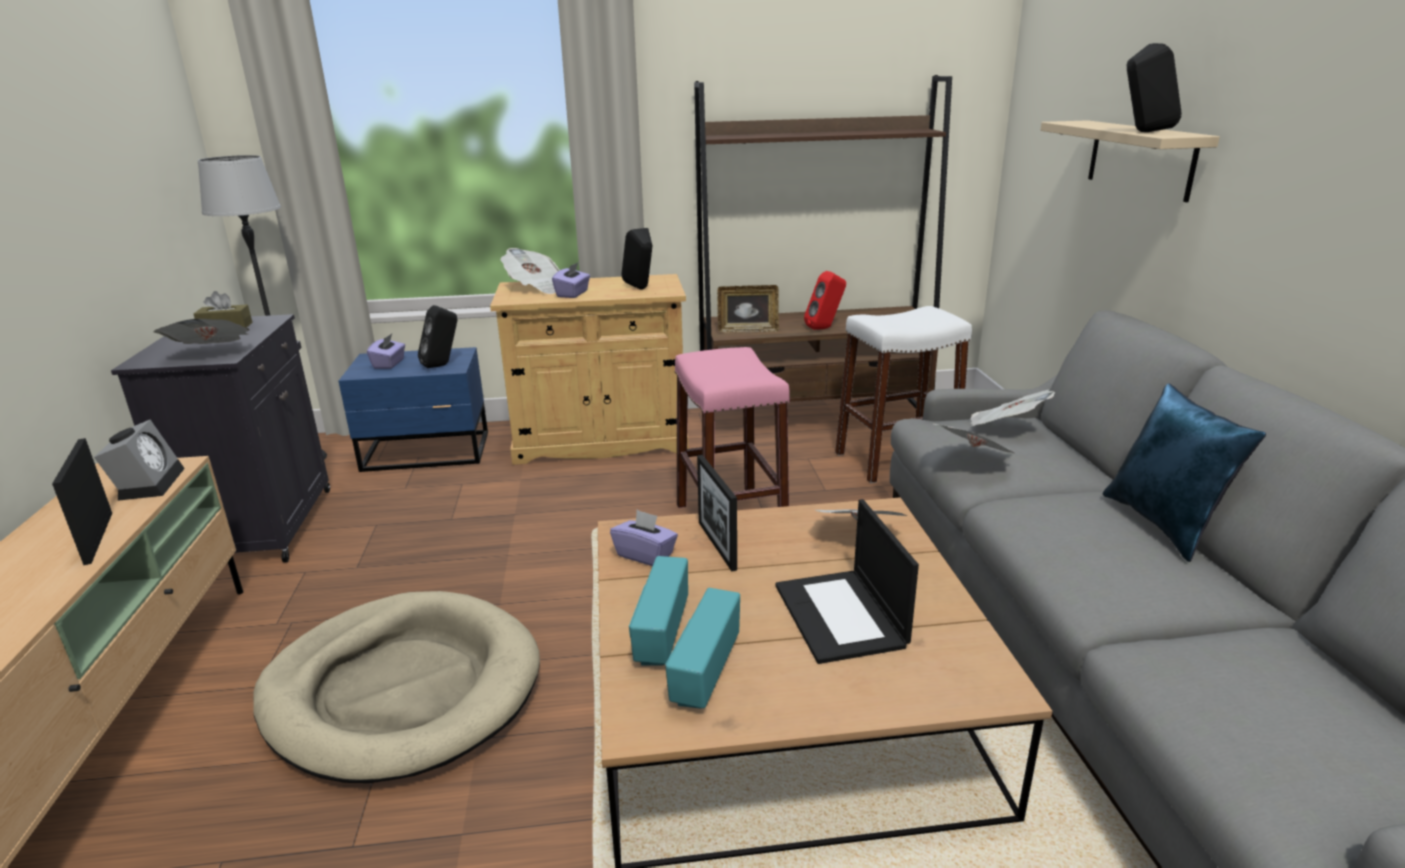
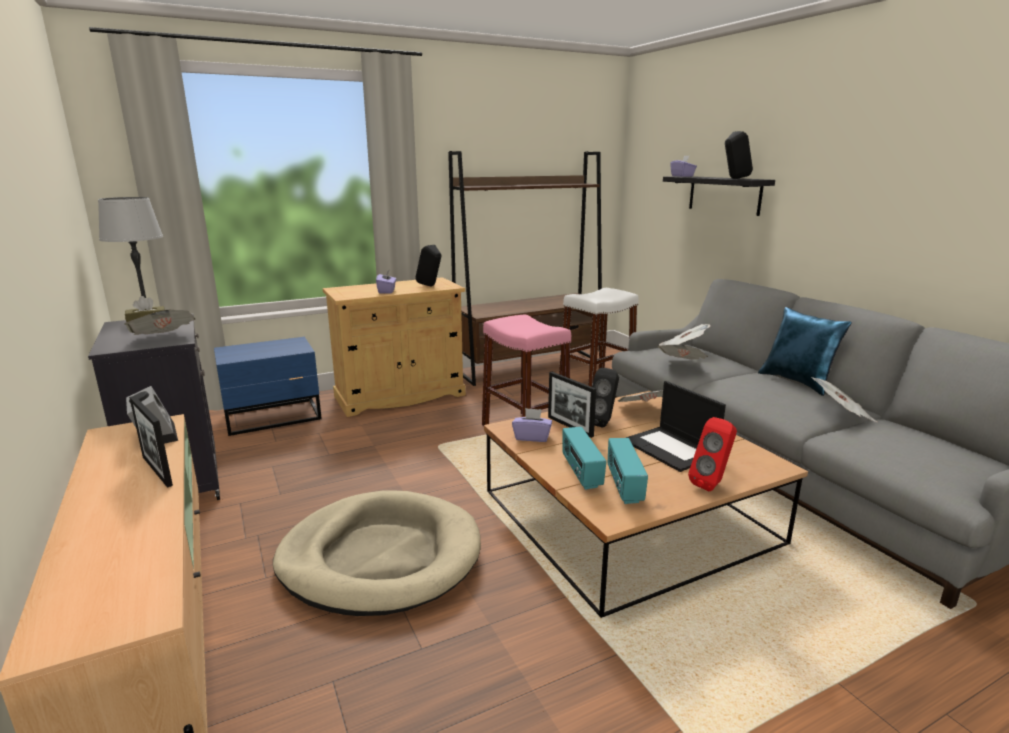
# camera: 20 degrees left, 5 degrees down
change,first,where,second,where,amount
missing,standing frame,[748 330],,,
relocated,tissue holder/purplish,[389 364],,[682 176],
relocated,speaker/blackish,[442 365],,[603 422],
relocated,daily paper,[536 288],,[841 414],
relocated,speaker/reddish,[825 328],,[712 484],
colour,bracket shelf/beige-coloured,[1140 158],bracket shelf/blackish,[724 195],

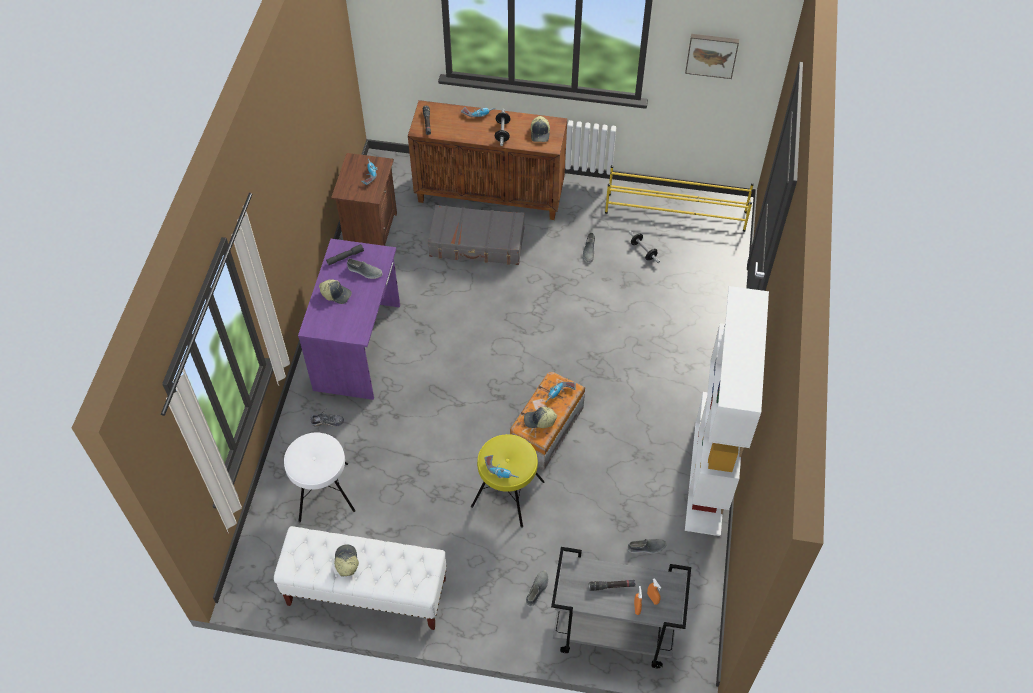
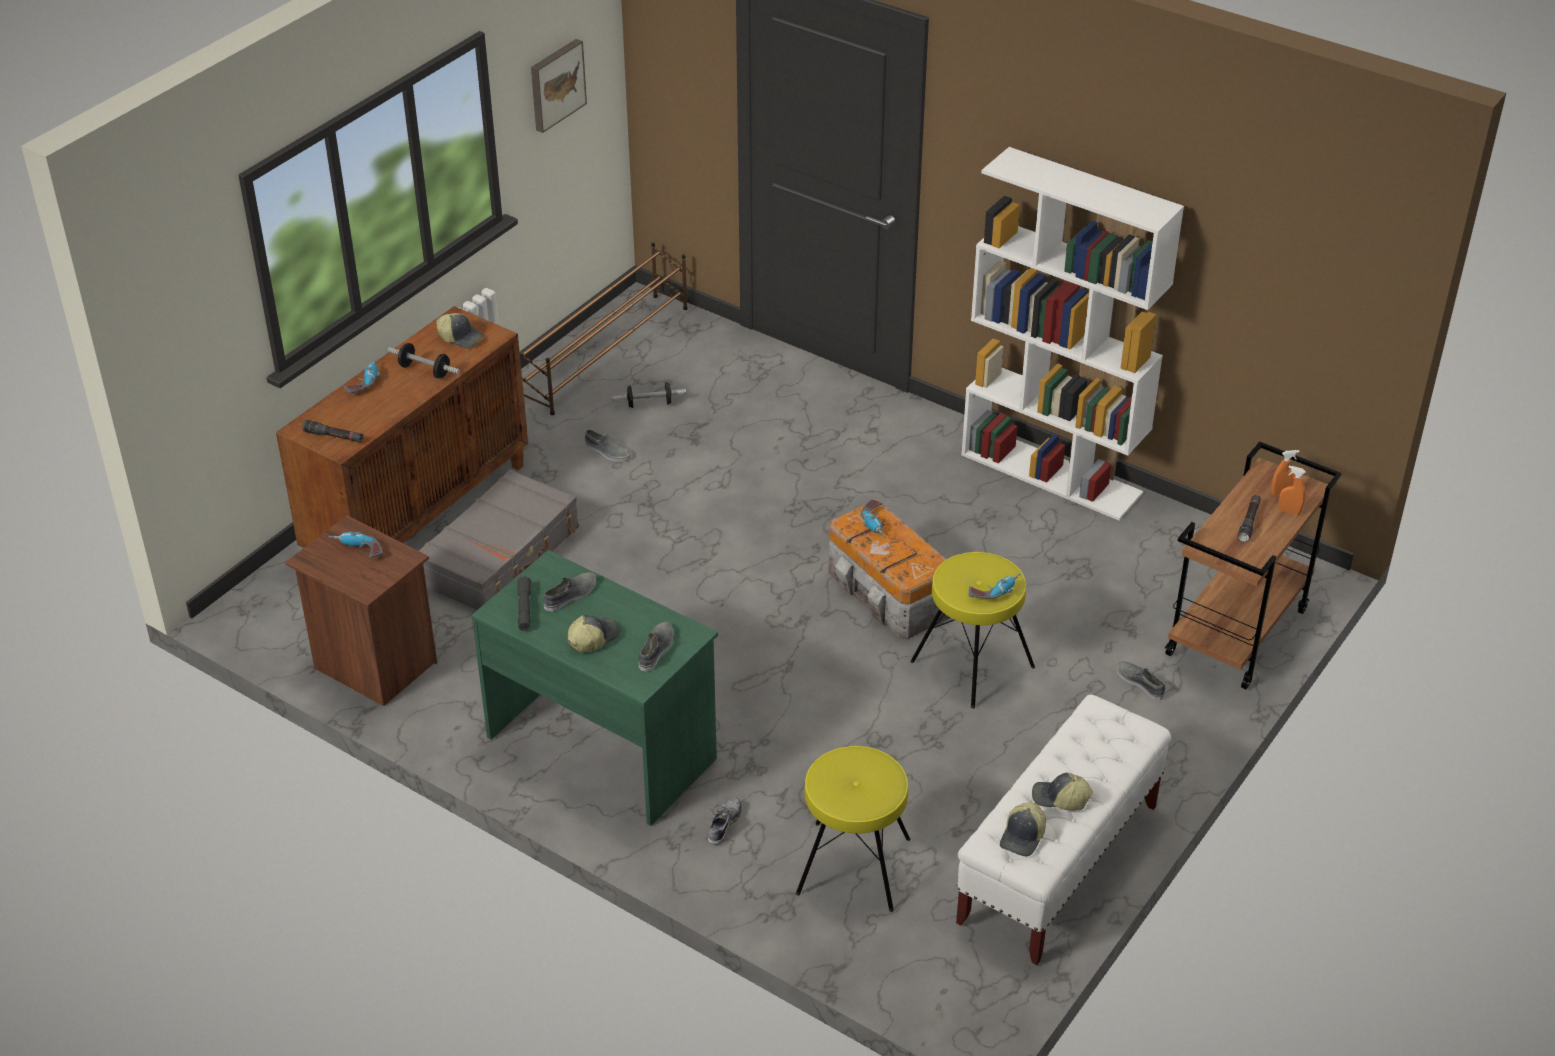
# camera: 65 degrees left, 15 degrees down
change,first,where,second,where,amount
relocated,peaked cap,[539 421],,[1023 837],
relocated,low shoe/gray,[647 547],,[656 649],
colour,stool/white-coloured,[324 492],stool/yellow,[854 865],
colour,desk/purplish,[359 346],desk/green-coloured,[602 746],
colour,trolley/gray,[612 632],trolley/brown-coloured,[1237 634],
colour,shoe rack/yellow,[676 212],shoe rack/brown-coloured,[607 353],

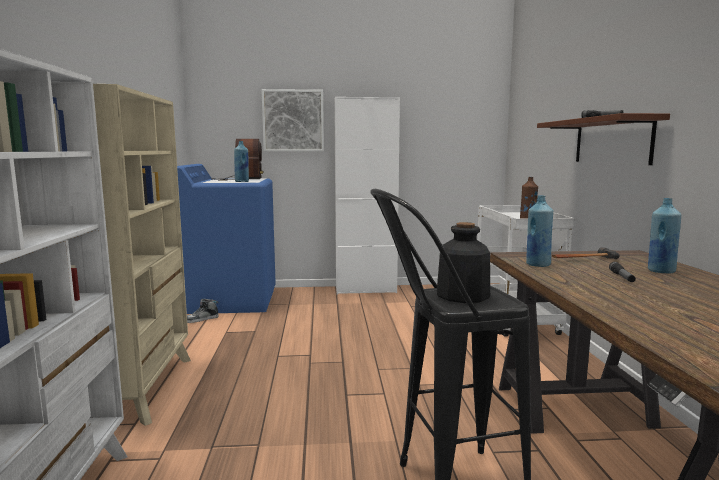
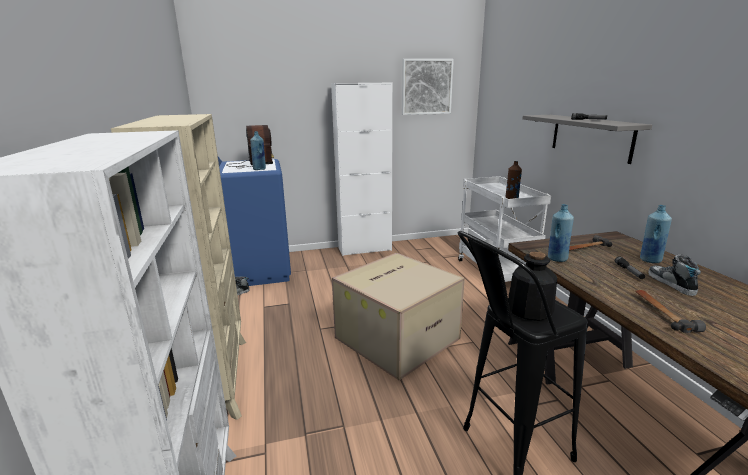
# camera: 10 degrees left, 10 degrees up
change,first,where,second,where,amount
appeared,,,cardboard box,[397 337],
appeared,,,hand hammer,[662 313],
appeared,,,low shoe,[671 283],
relocated,wall art,[293 121],,[426 87],
colour,bracket shelf/brown-coloured,[611 141],bracket shelf/gray,[590 137],

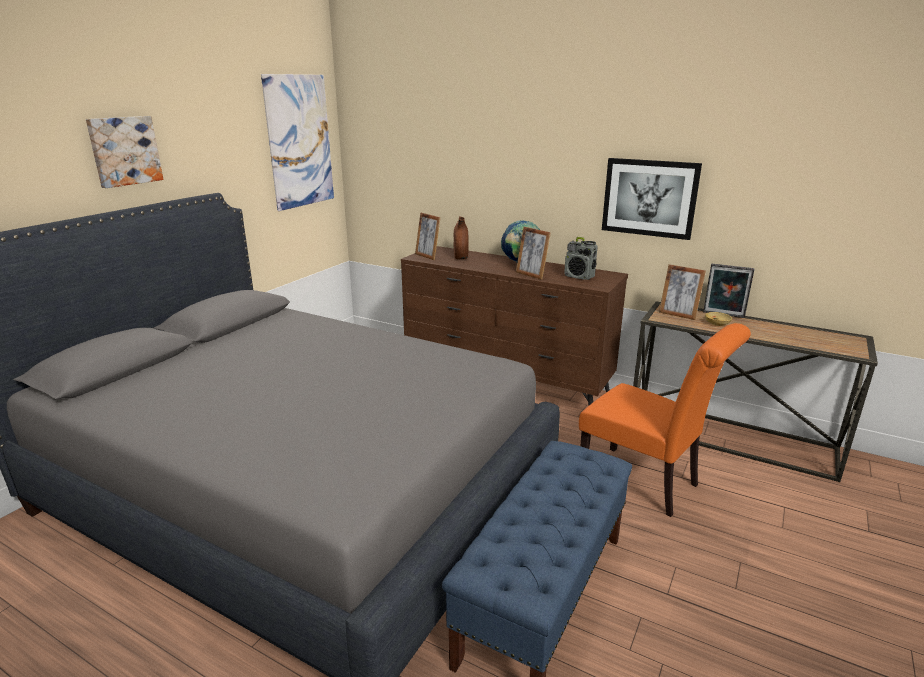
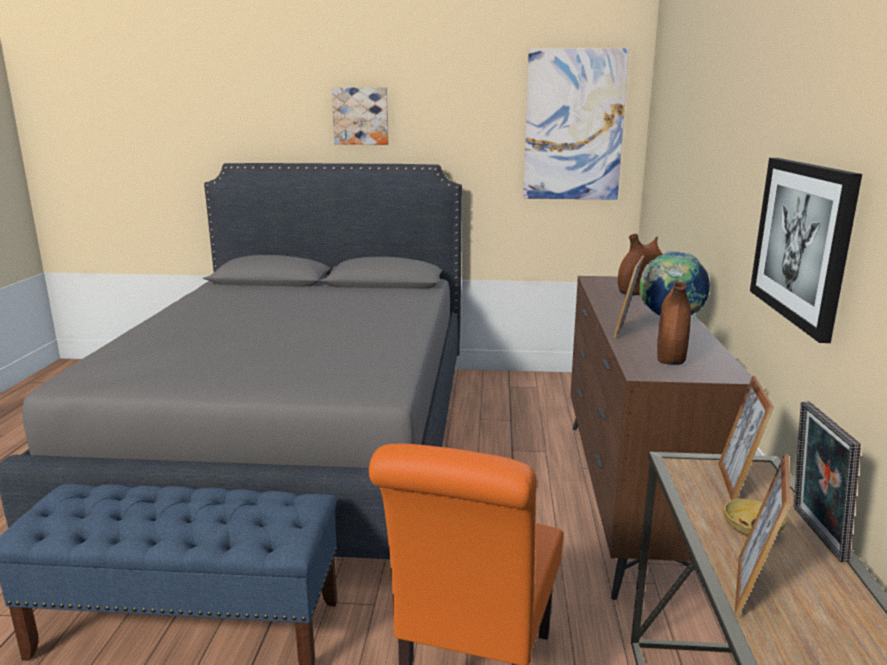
# camera: 65 degrees right, 5 degrees down
change,first,where,second,where,amount
relocated,standing frame,[427 256],,[752 589],
exchanged,radio set,[579 277],decorative vase/brown-coloured,[670 355],

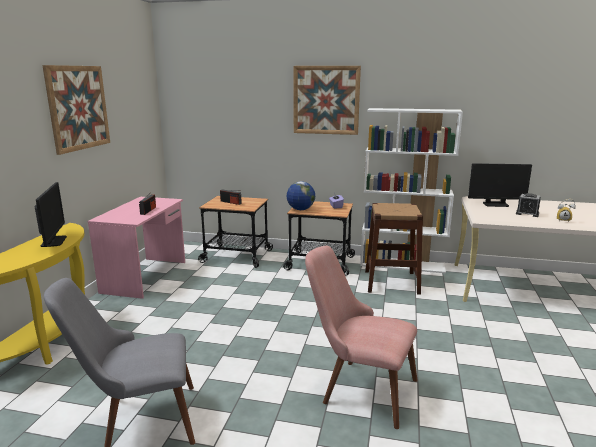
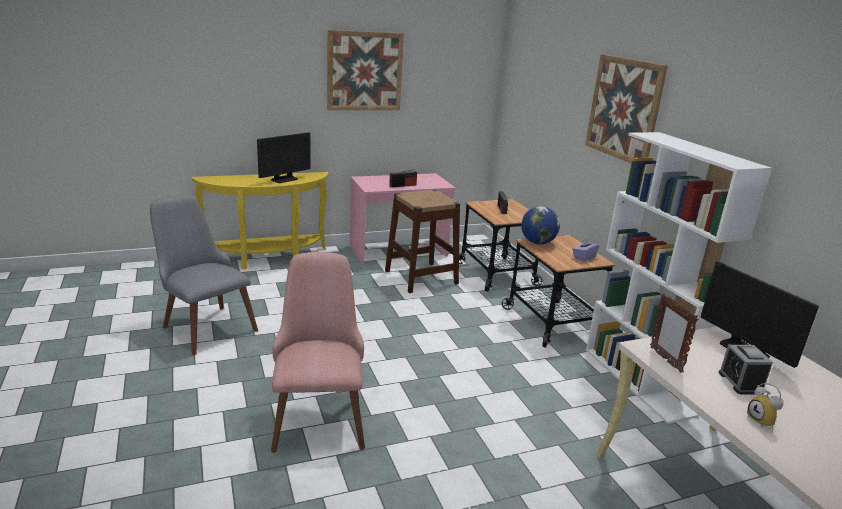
# camera: 55 degrees right, 5 degrees up
change,first,where,second,where,amount
appeared,,,standing frame,[665 360],
relocated,stool/brown-coloured,[391 282],,[421 277],

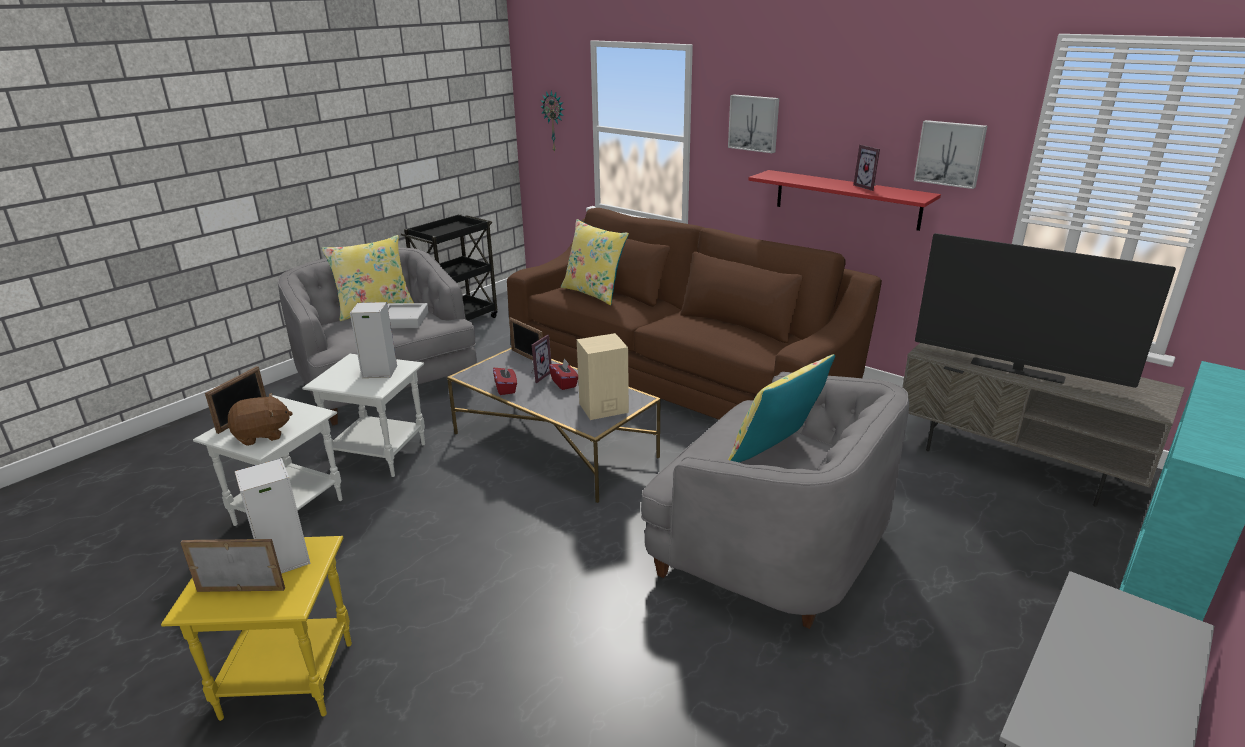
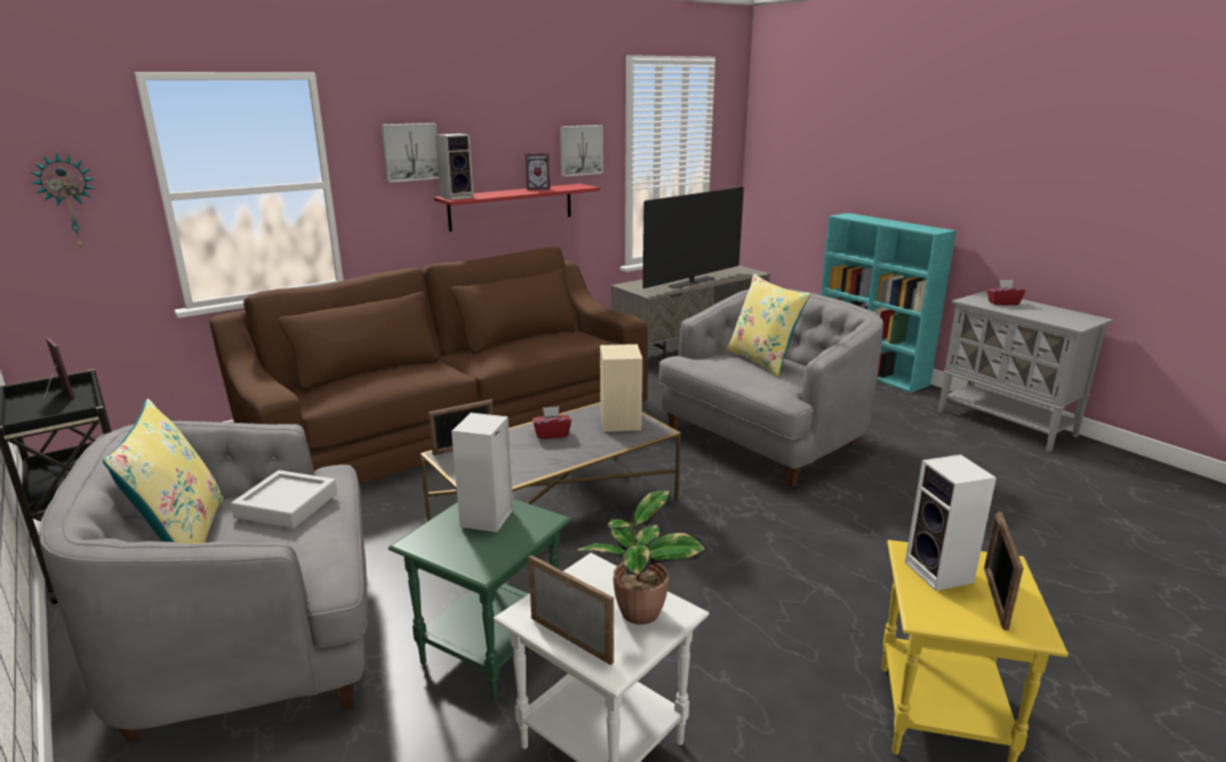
# camera: 75 degrees left, 5 degrees down
change,first,where,second,where,amount
missing,cushion/yellow,[594 293],,,
appeared,,,speaker,[457 197],
relocated,tissue holder/reddish,[506 388],,[1003 303],
relocated,standing frame,[538 376],,[57 395],
exchanged,cuddly toy/brown-coloured,[262 435],houseplant,[638 613],
colour,end table/white-coloured,[378 455],end table/green-coloured,[490 650],

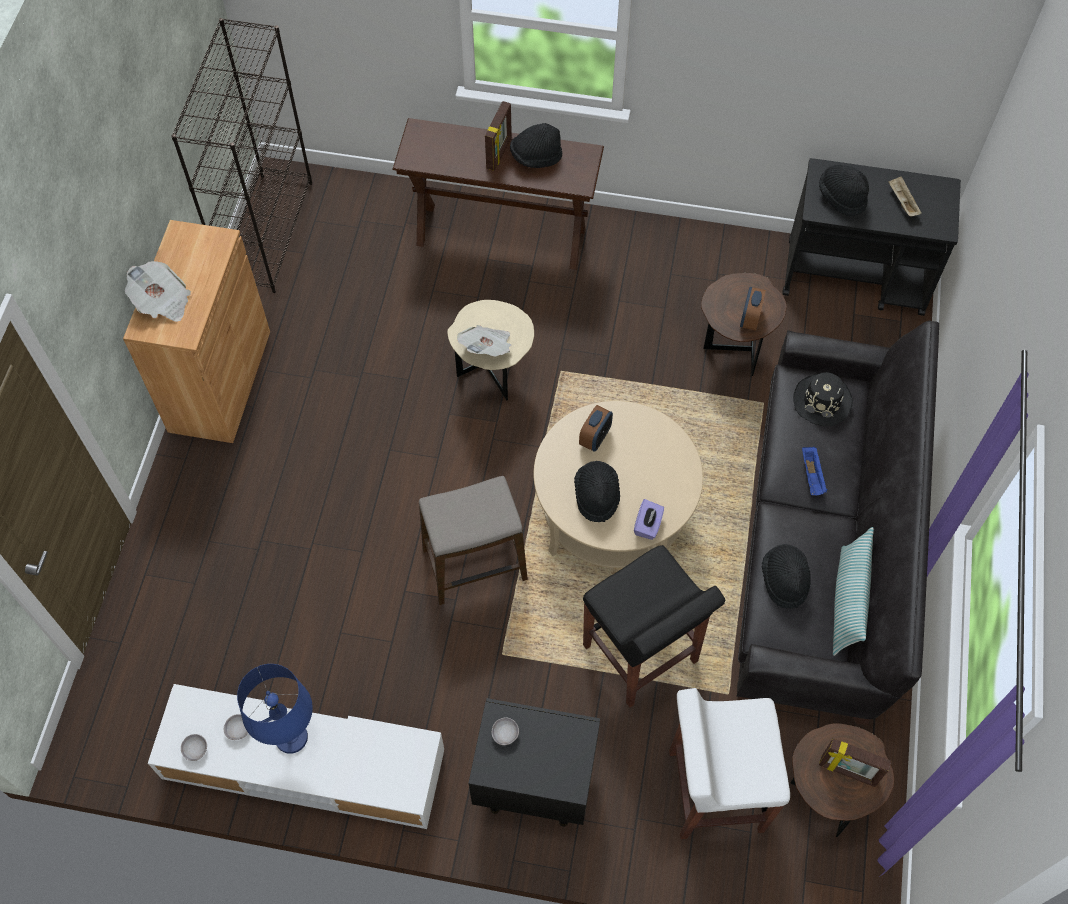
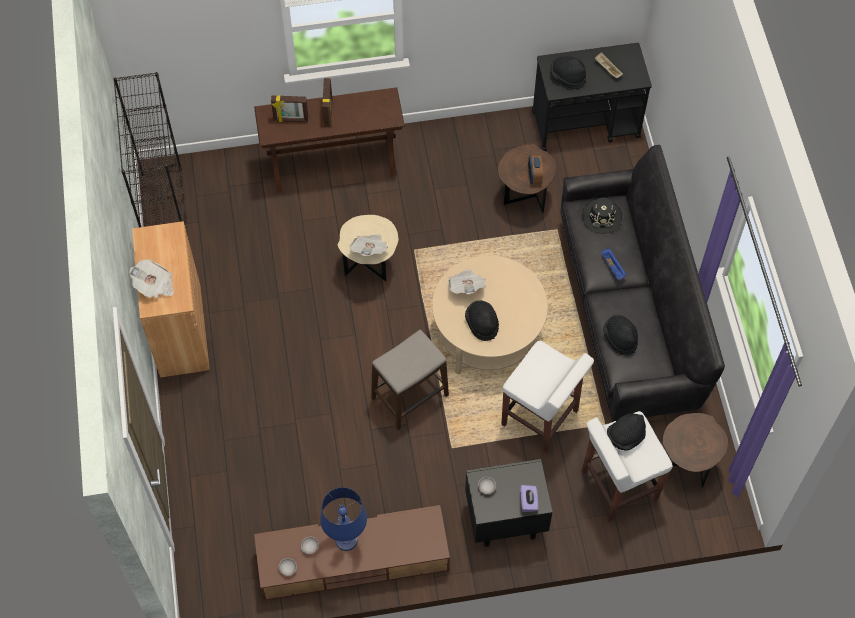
# camera: 20 degrees left, 0 degrees up
change,first,where,second,where,amount
missing,cushion,[847 602],,,
relocated,clothing hat/blackish,[536 157],,[625 436],
relocated,tissue holder/purplish,[648 525],,[528 502],
relocated,standing frame,[847 772],,[291 120],
exchanged,bedside clock,[595 438],daily paper,[466 287],
colour,tv unit/white-coloured,[304 765],tv unit/brown-coloured,[353 560],
colour,stool/blackish,[641 655],stool/white-coloured,[540 418],

